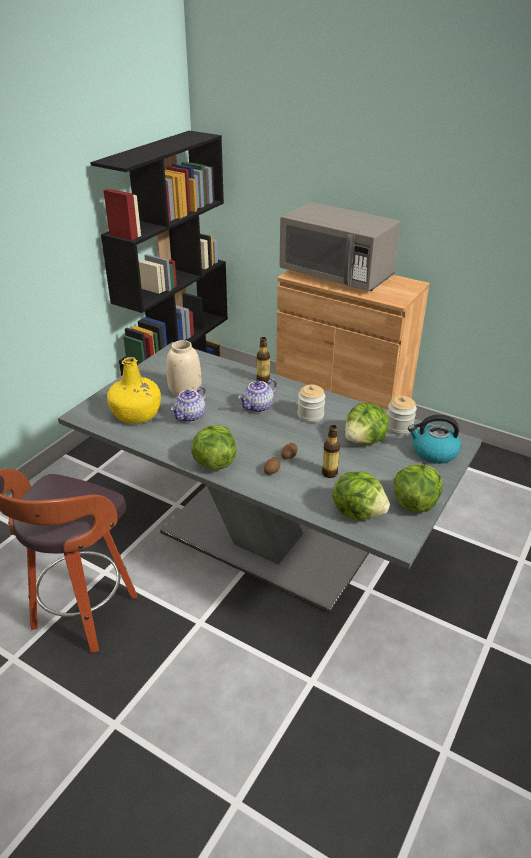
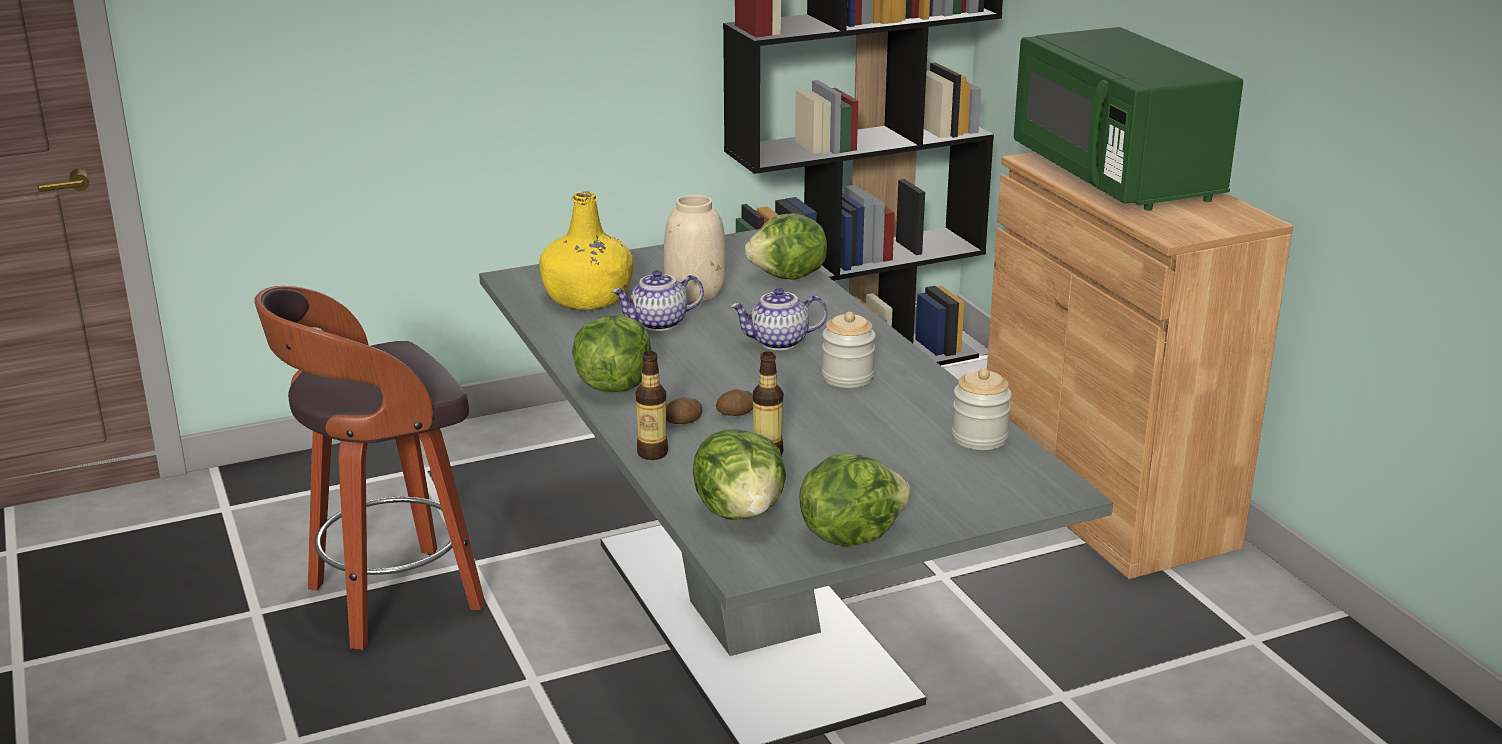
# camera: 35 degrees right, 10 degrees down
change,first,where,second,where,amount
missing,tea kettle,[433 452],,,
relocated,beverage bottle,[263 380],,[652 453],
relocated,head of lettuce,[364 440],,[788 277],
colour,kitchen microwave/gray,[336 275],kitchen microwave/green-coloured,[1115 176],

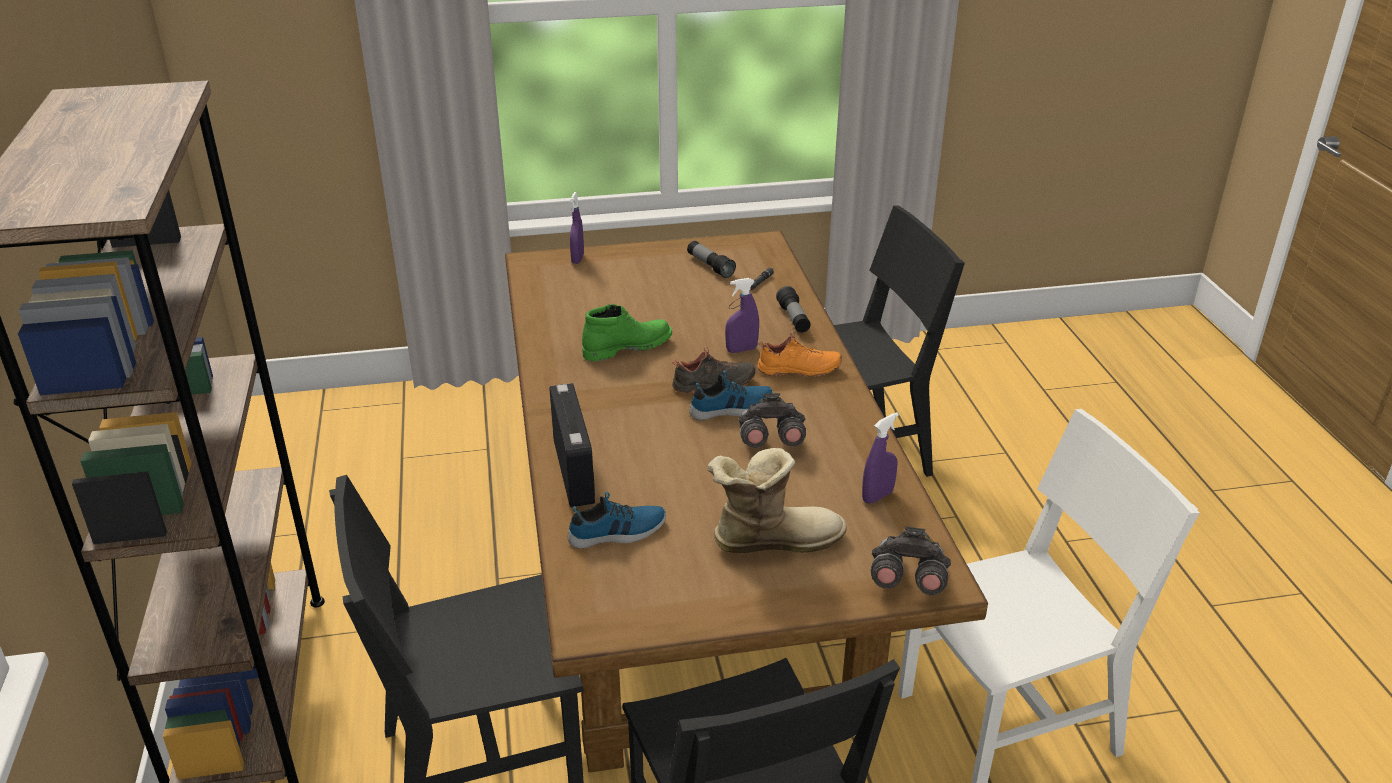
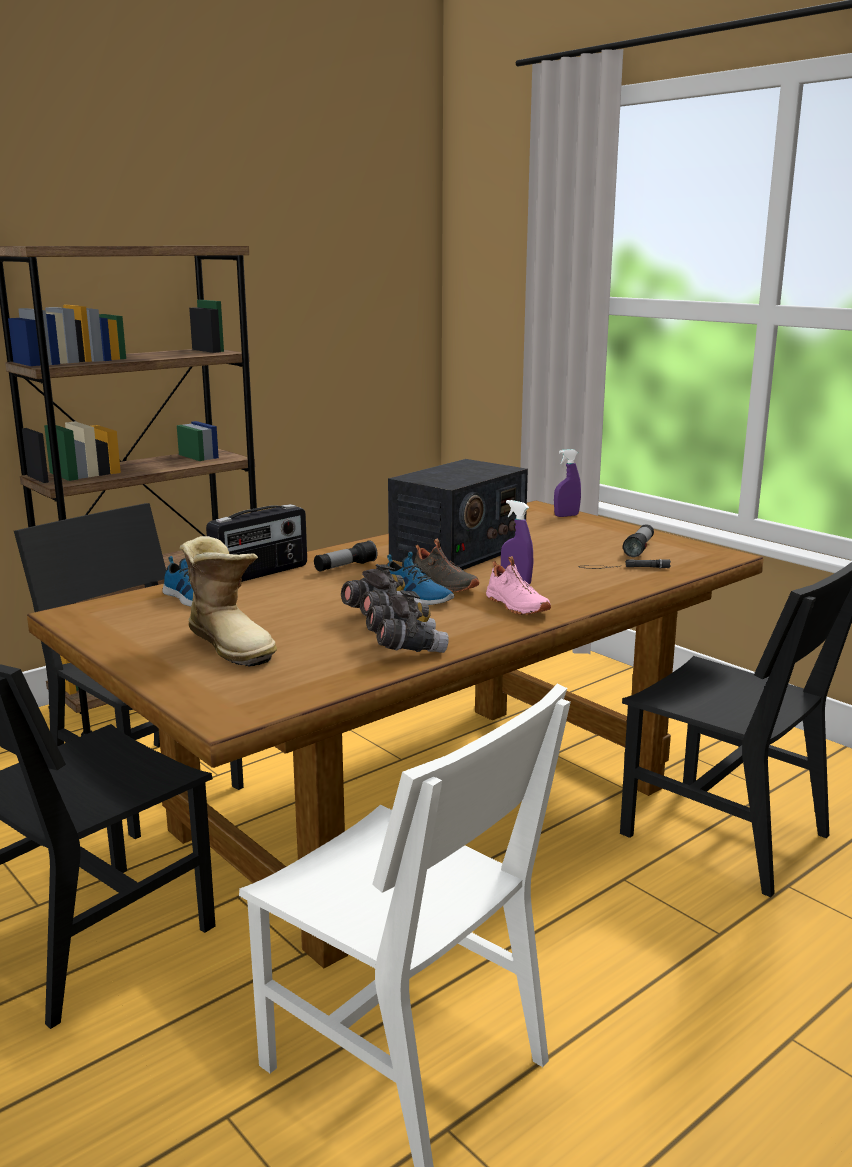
# camera: 60 degrees right, 15 degrees down
change,first,where,second,where,amount
missing,hand sprayer/purplish,[877 496],,,
relocated,hand torch,[793 319],,[345 567],
relocated,field glasses/gray,[907 580],,[405 647],
exchanged,boot/green-coloured,[627 347],radio set,[458 552],
colour,low shoe/orange,[799 370],low shoe/pinkish,[515 606],

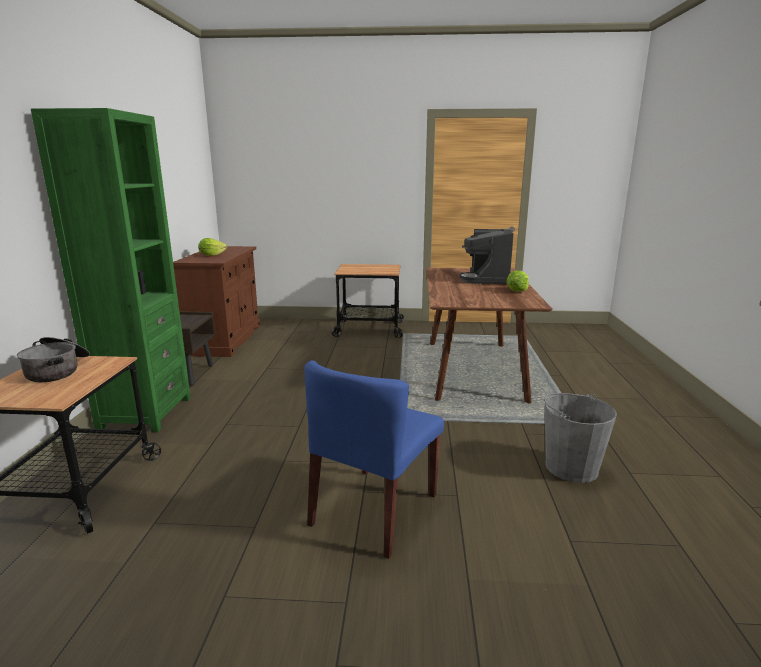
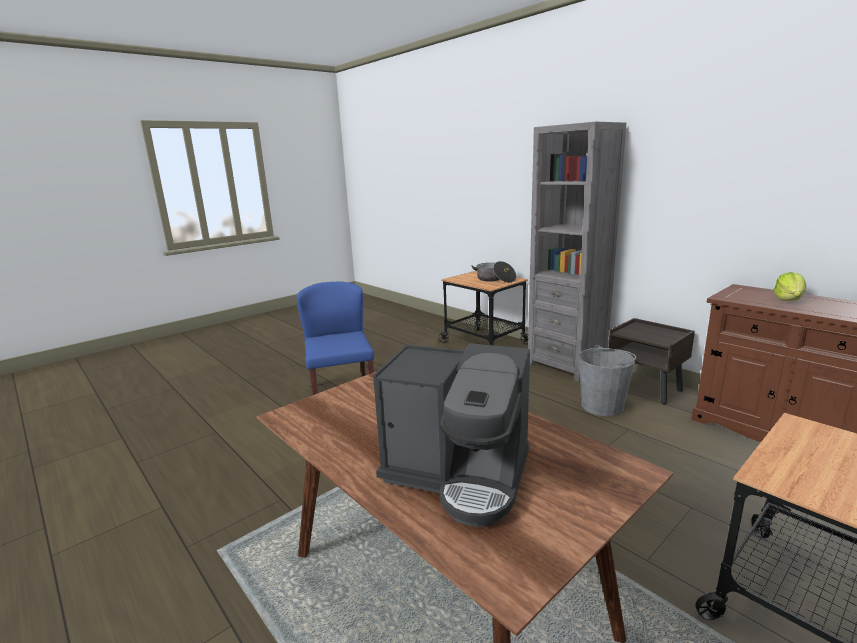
# camera: 135 degrees right, 0 degrees up
change,first,where,second,where,amount
missing,head of lettuce,[517 291],,,
relocated,bucket/gray,[571 467],,[602 406],
colour,bookcase/green-coloured,[145 413],bookcase/gray,[566 365],
spun,coffee maker,[487 279],,[458 475],150 degrees clockwise

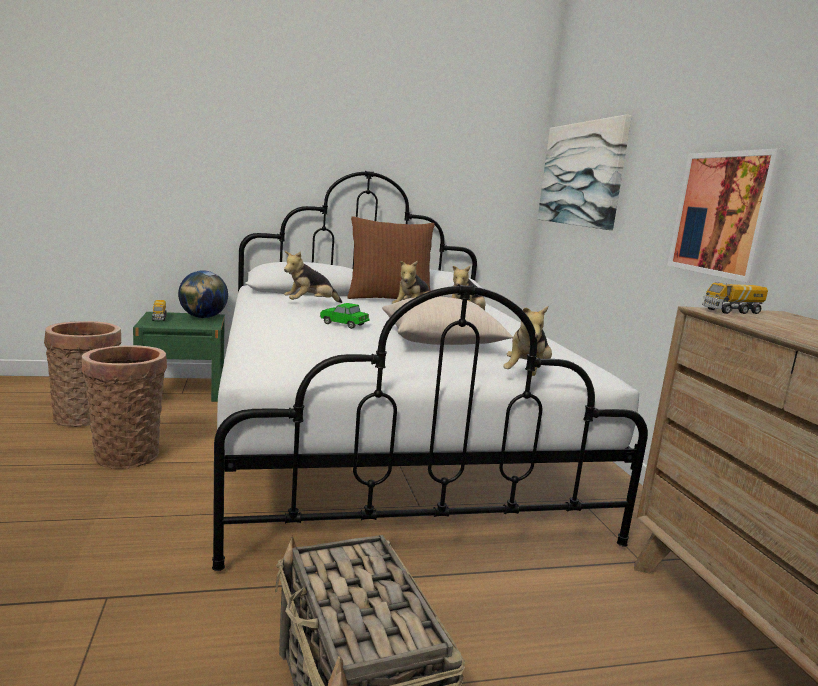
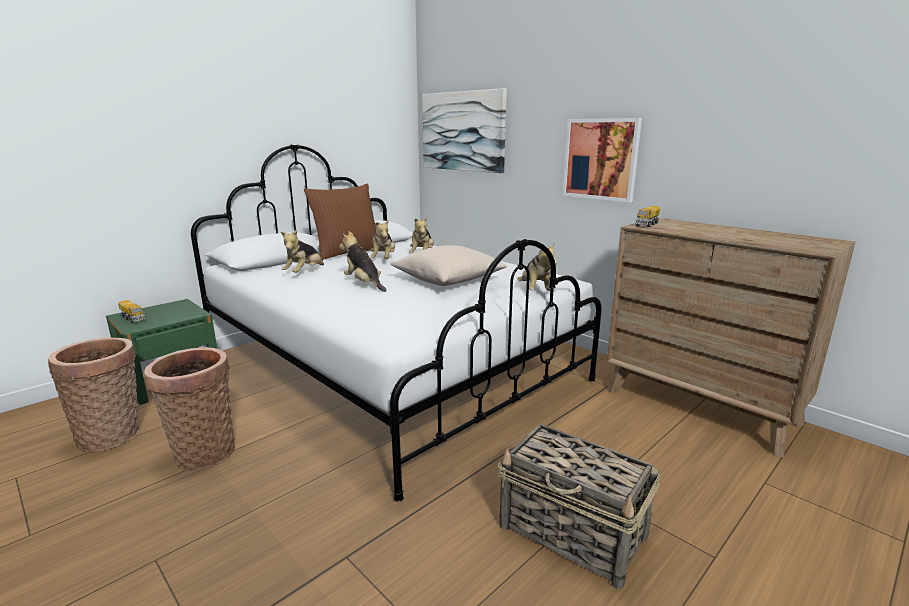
# camera: 30 degrees left, 5 degrees up
change,first,where,second,where,amount
missing,desk globe,[203 317],,,
exchanged,model car,[344 324],cuddly toy,[364 284],

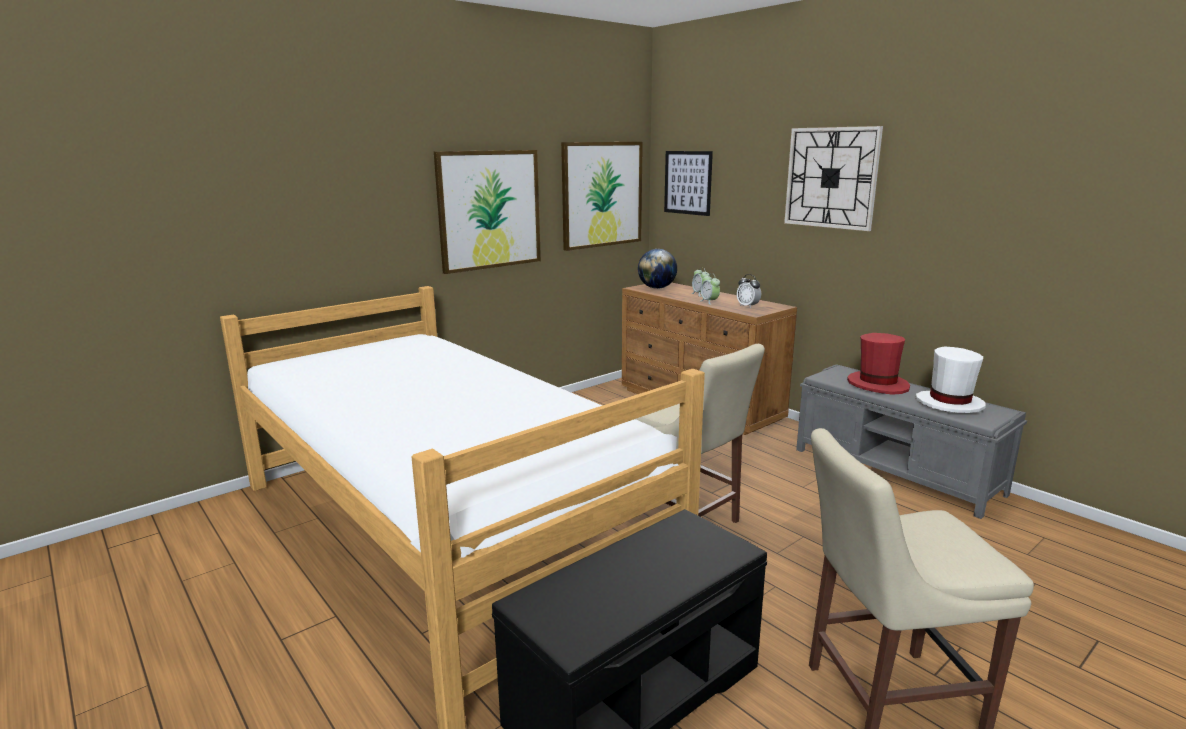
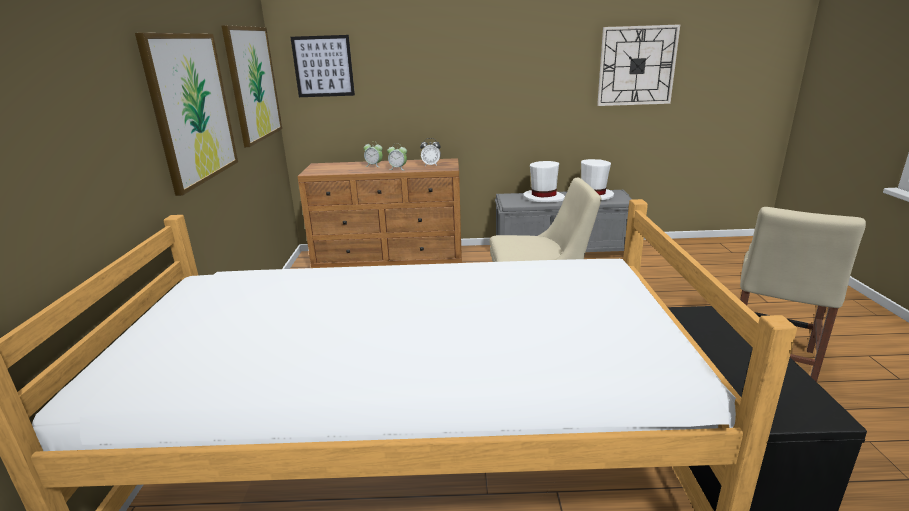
# camera: 50 degrees left, 5 degrees up
change,first,where,second,where,amount
missing,desk globe,[657 288],,,
relocated,wall clock,[831 178],,[637 66],
colour,clothing hat/reddish,[877 385],clothing hat/white-coloured,[543 198],

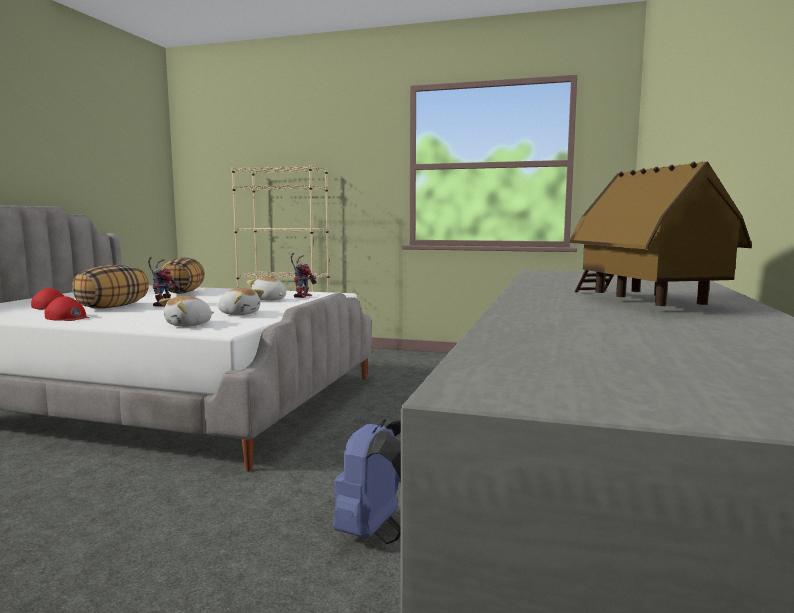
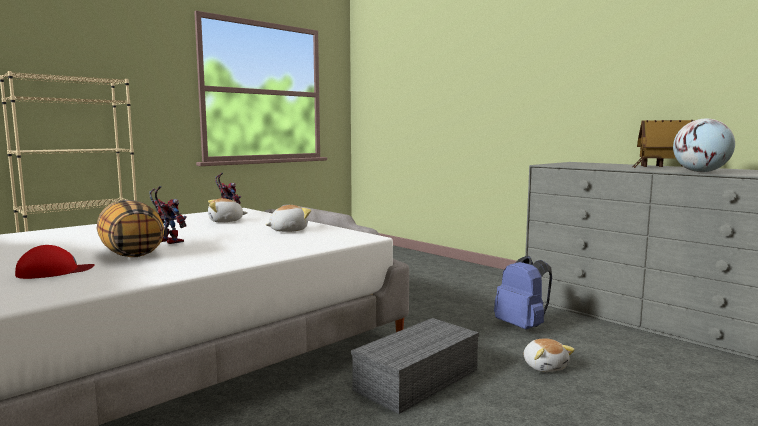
# camera: 60 degrees left, 0 degrees up
change,first,where,second,where,amount
missing,peaked cap/reddish,[68 318],,,
missing,cushion,[183 292],,,
appeared,,,storage bin/gray,[417 381],
appeared,,,desk globe,[700 172],
relocated,cuddly toy,[189 325],,[545 366],

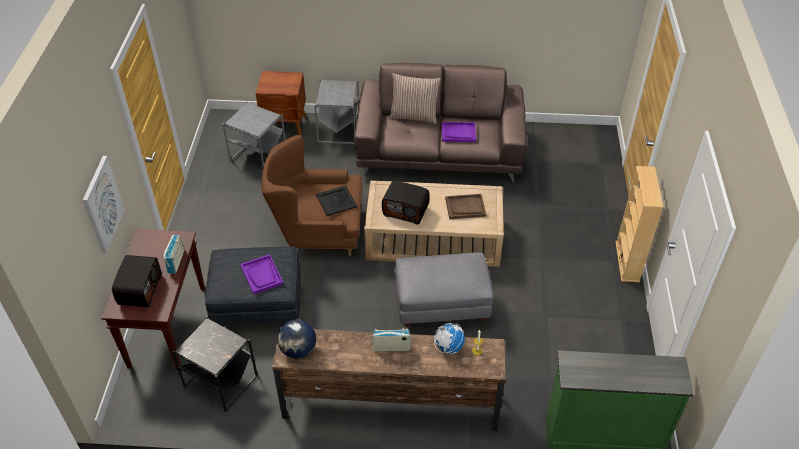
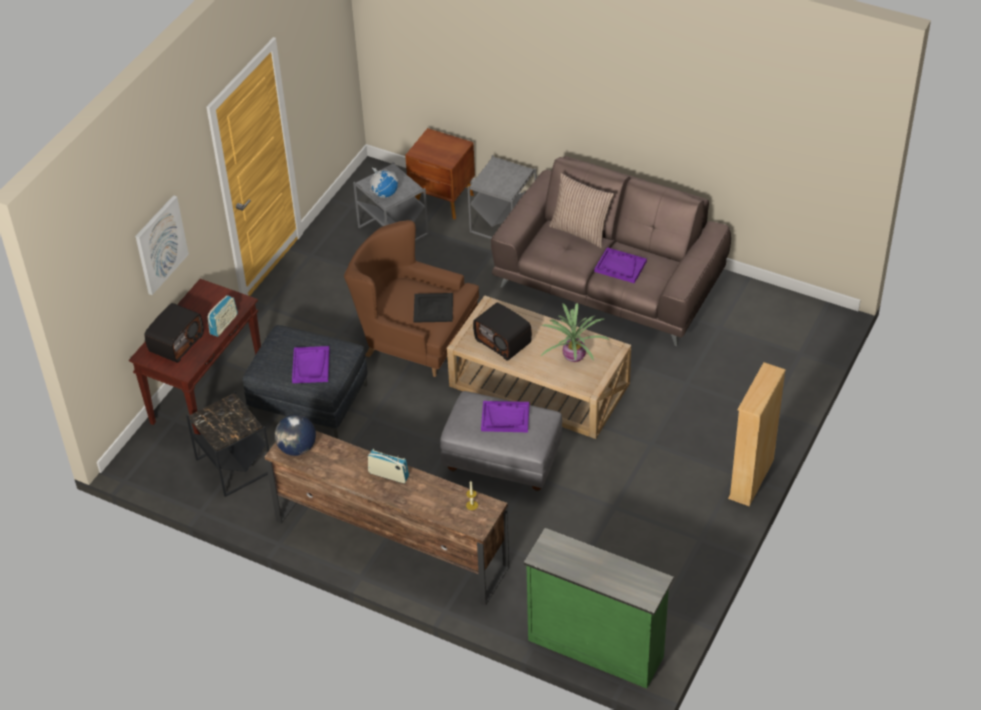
# camera: 25 degrees right, 0 degrees up
change,first,where,second,where,amount
appeared,,,tray/purplish,[505 418],
relocated,desk globe,[448 347],,[384 193],
exchanged,tray/brown-coloured,[465 207],houseplant,[572 357],

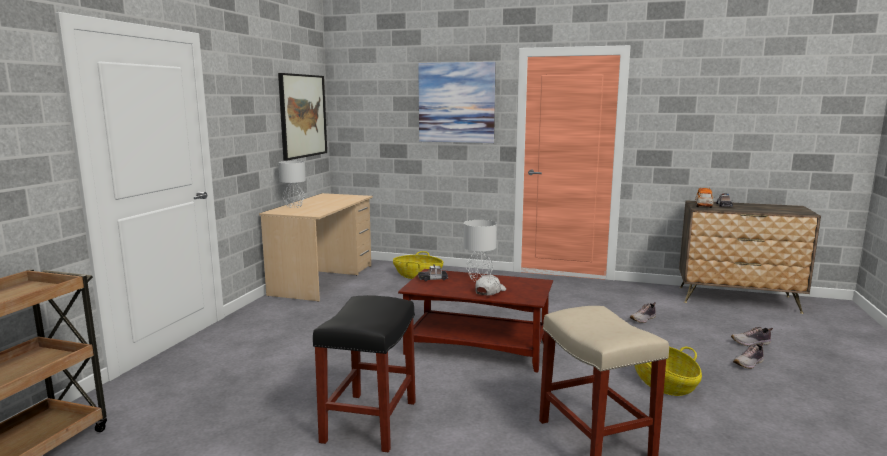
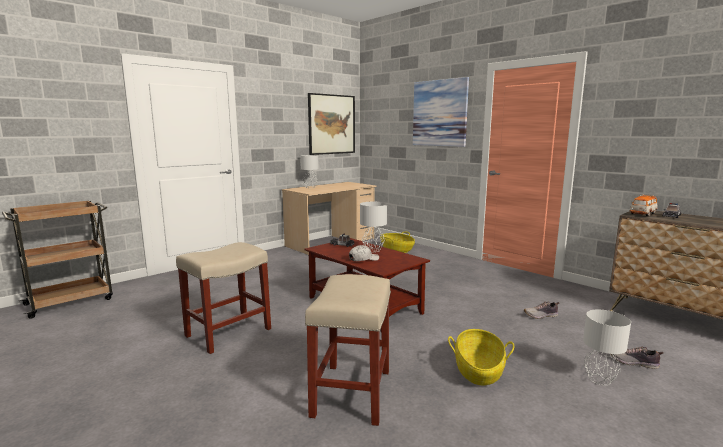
# camera: 30 degrees right, 0 degrees up
change,first,where,second,where,amount
exchanged,low shoe,[749 363],tabletop lamp/gray,[600 380],
colour,stool/blackish,[370 422],stool/beige-coloured,[227 333],

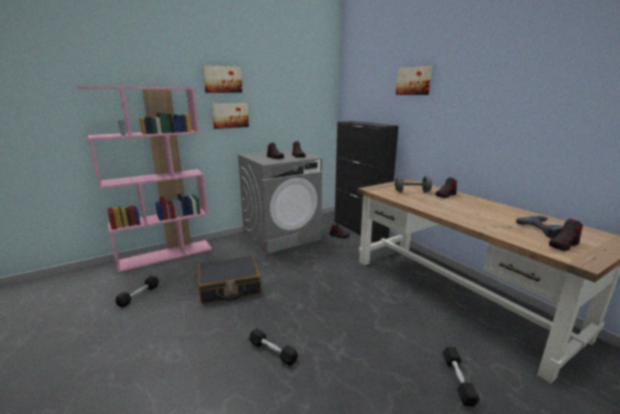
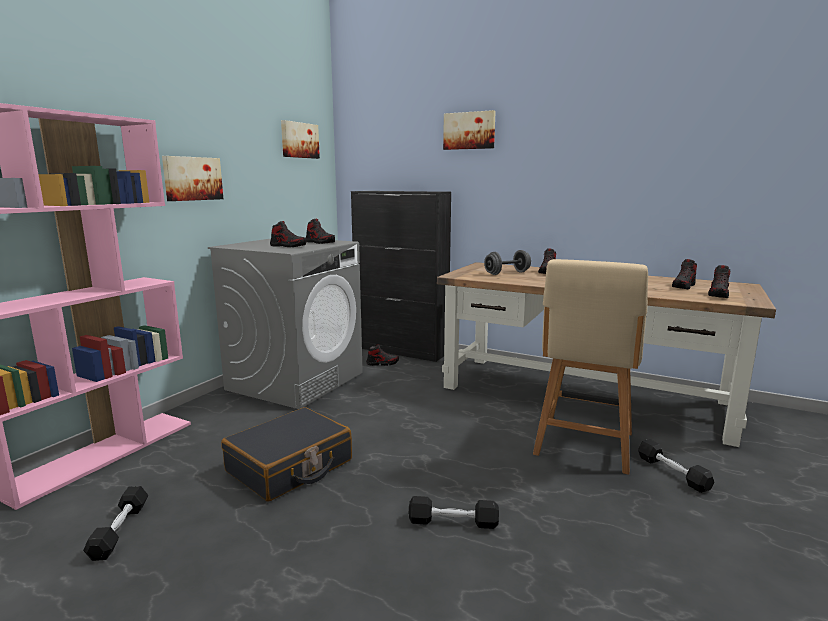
# camera: 30 degrees left, 5 degrees down
change,first,where,second,where,amount
appeared,,,plain chair/beige-coloured,[583 445],
relocated,wall art,[222 79],,[299 140],
exchanged,electric drill,[544 229],low shoe,[683 286],

